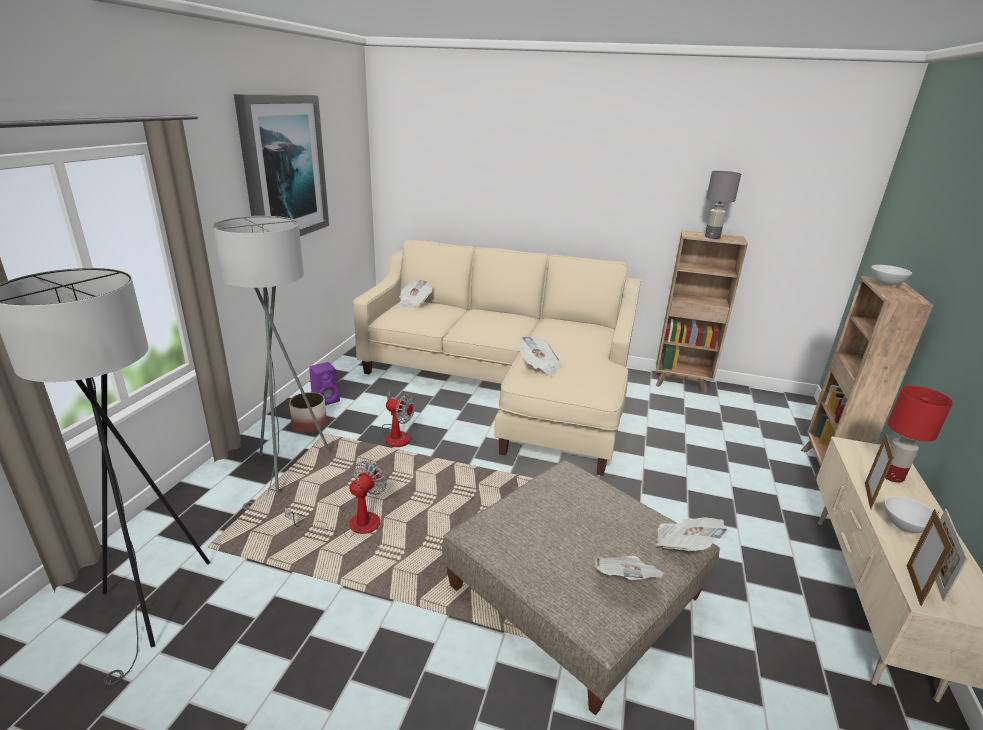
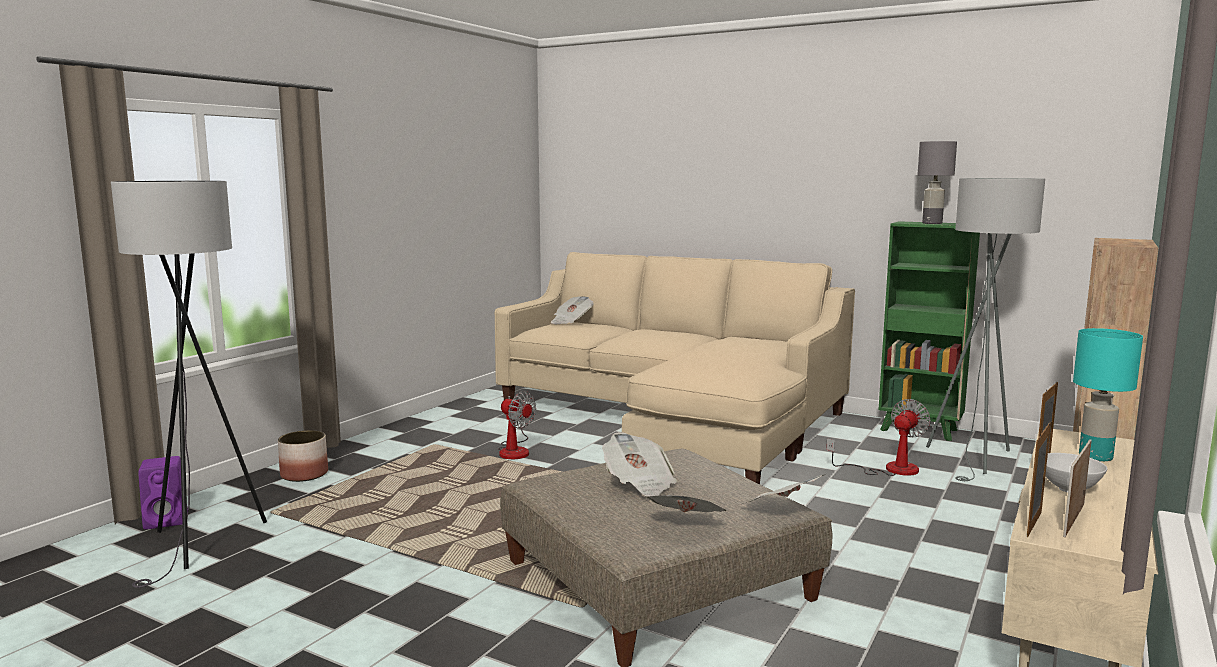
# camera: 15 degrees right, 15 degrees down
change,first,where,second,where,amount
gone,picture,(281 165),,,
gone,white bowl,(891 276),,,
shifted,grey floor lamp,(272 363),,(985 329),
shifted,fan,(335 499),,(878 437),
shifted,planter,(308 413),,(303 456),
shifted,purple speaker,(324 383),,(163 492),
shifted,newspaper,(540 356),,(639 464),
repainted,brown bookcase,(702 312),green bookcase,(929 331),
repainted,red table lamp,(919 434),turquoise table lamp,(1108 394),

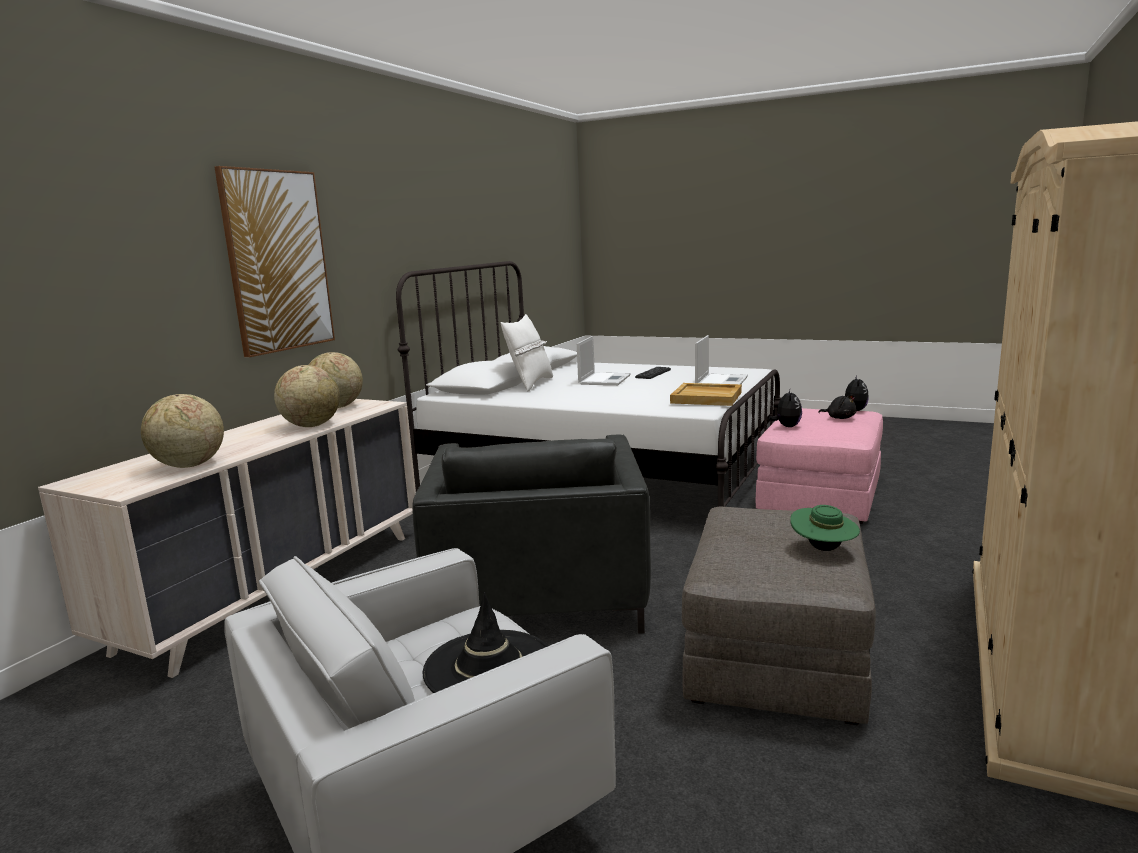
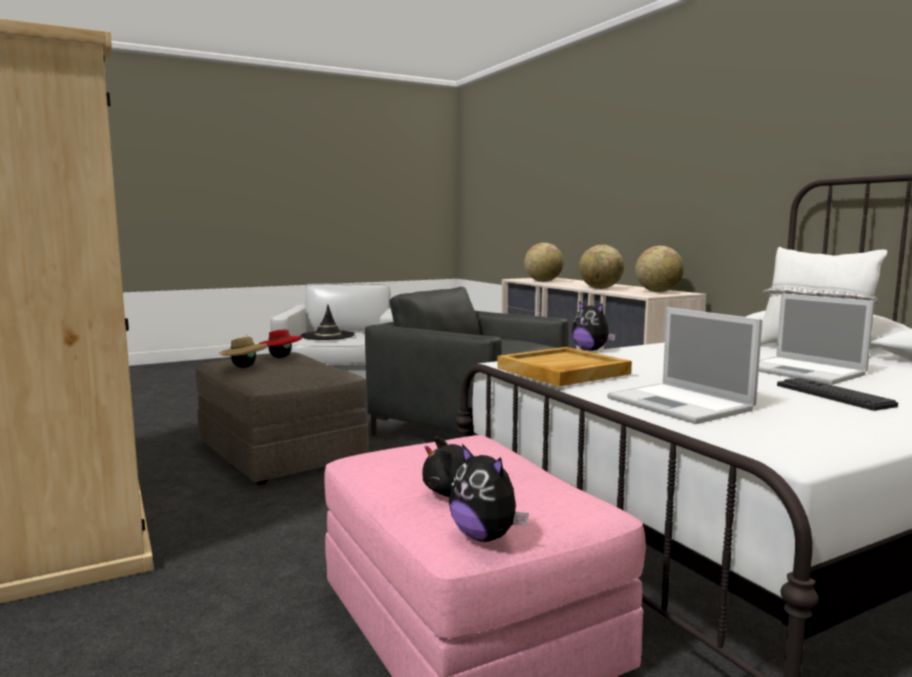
# camera: 125 degrees right, 5 degrees down
change,first,where,second,where,amount
gone,picture,(275 262),,,
new,,,red hat,(280 342),
shifted,plush toy,(785 408),,(594 326),
repainted,green hat,(825 528),beige hat,(243 351),

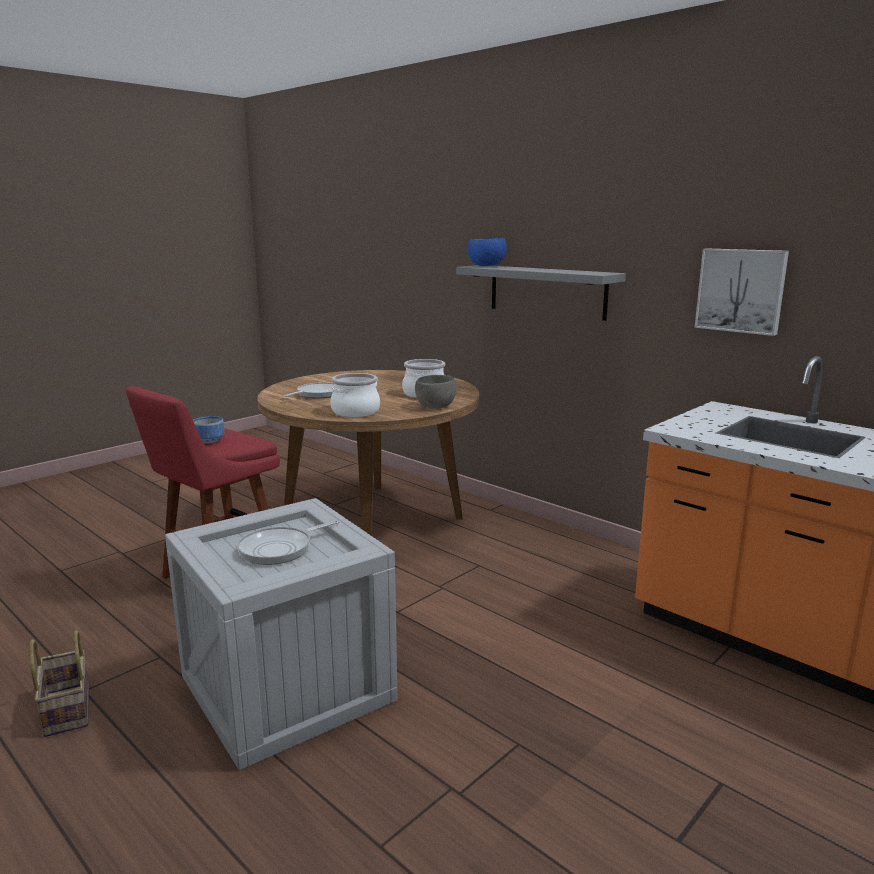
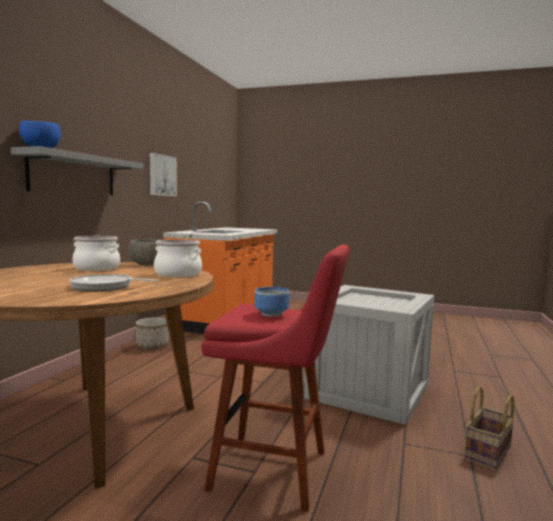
# camera: 115 degrees left, 10 degrees down
change,first,where,second,where,amount
gone,frying pan,(288 542),,,
new,,,planter,(152 333),

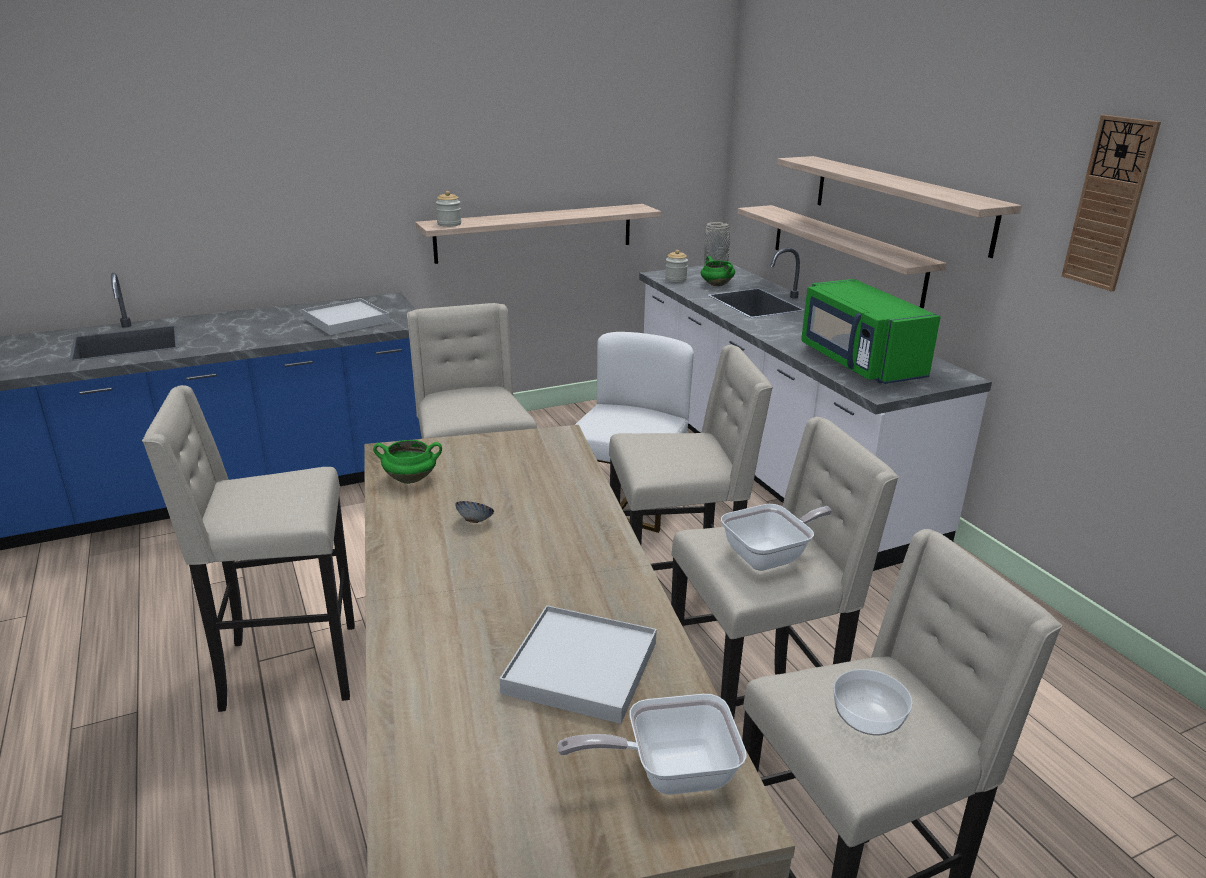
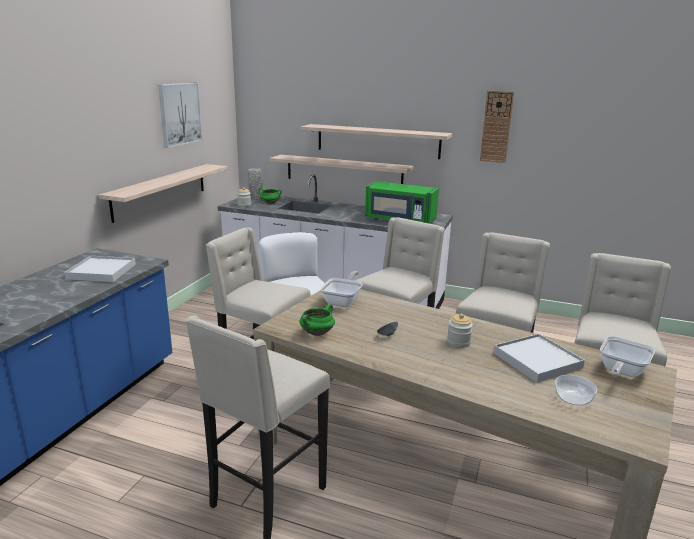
# camera: 45 degrees left, 5 degrees down
change,first,where,second,where,amount
new,,,picture,(180 115),
shifted,jar,(448 209),,(460 331),
shifted,frying pan,(776 537),,(341 289),
shifted,bowl,(872 702),,(576 390),

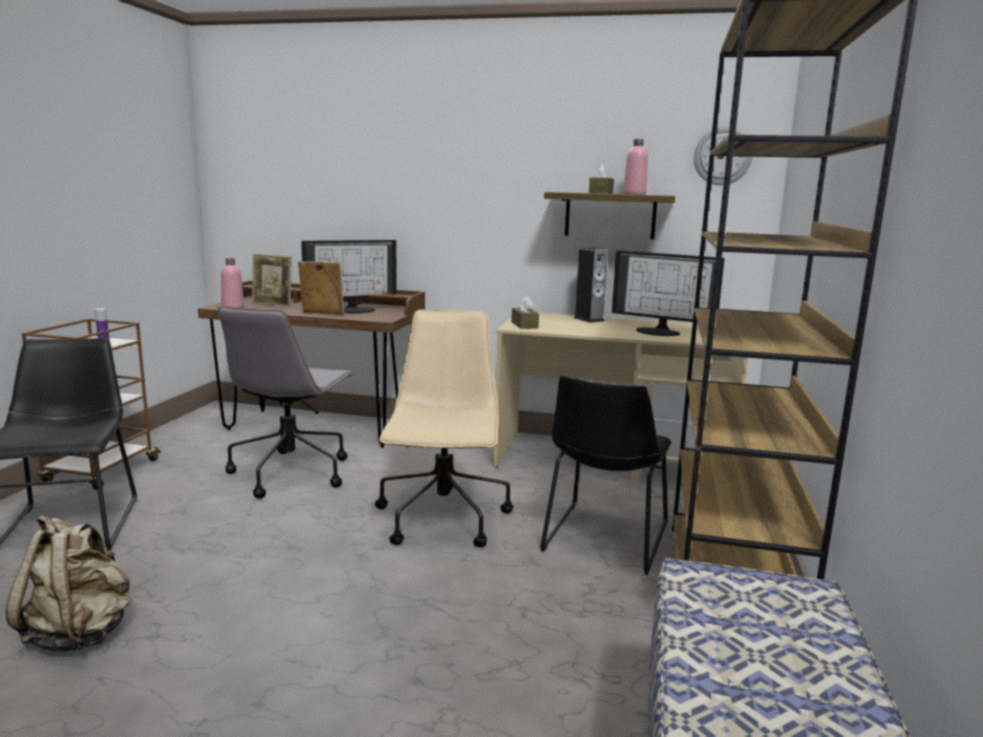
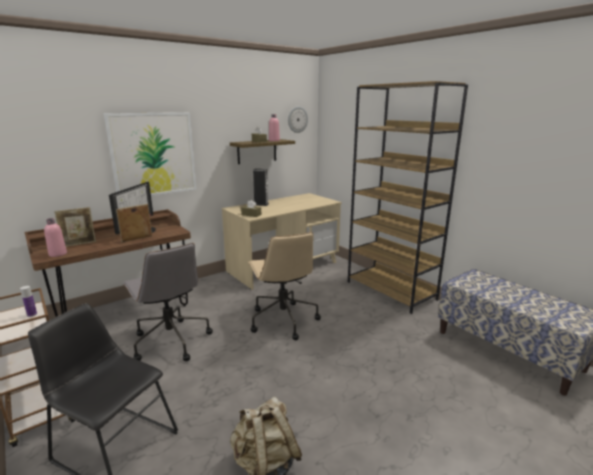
# camera: 50 degrees left, 5 degrees up
change,first,where,second,where,amount
gone,black chair,(605 475),,,
gone,monitor,(668 293),,,
new,,,picture,(150 154),
rotated,beige office chair,(444 428),,(284 286),150 degrees counterclockwise

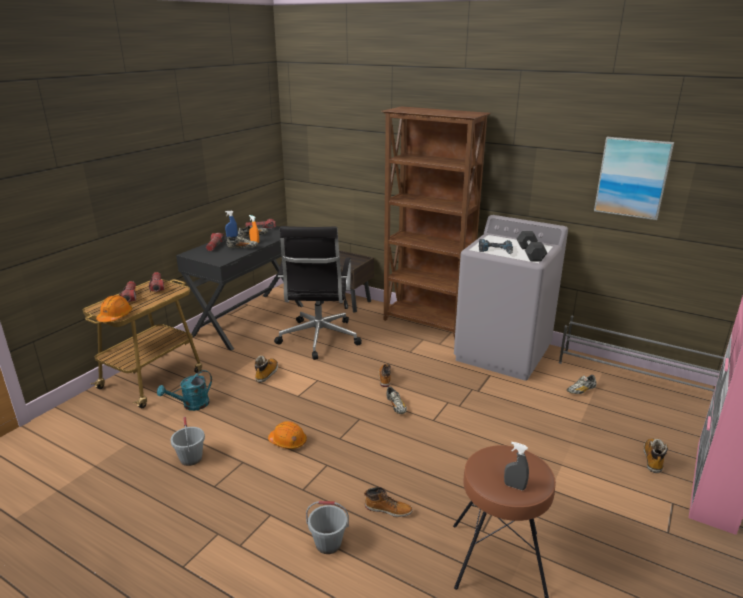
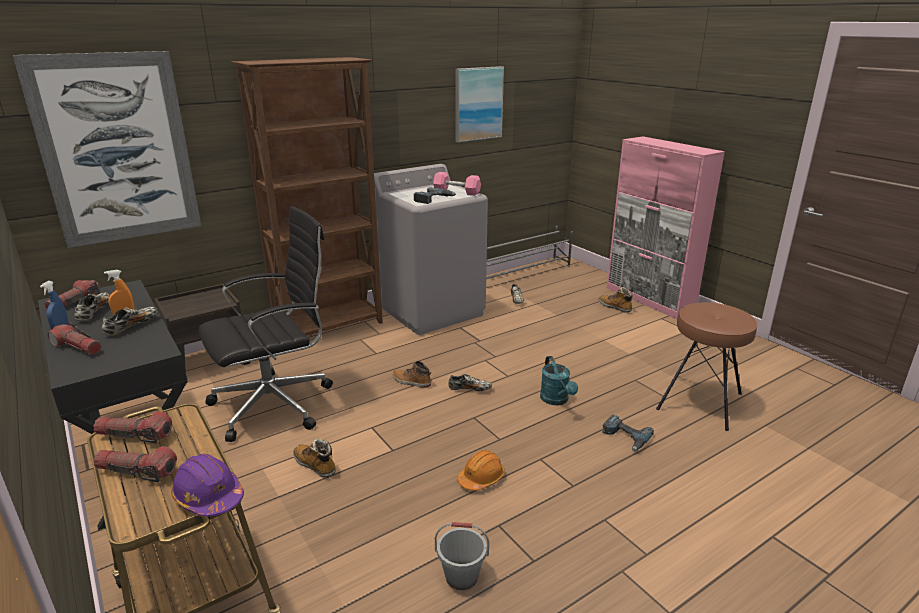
# camera: 65 degrees left, 0 degrees up
change,first,where,second,where,amount
gone,grey bucket,(327 527),,,
gone,grey spray bottle,(516 466),,,
new,,,picture,(107 149),
shifted,turquoise watering can,(184 390),,(559 380),
swapped,boot,(388 502),power drill,(628 433),
repainted,orange hard hat,(114 308),purple hard hat,(207 485),
repainted,grey dumbbell,(532 246),pink dumbbell,(457 184),
rotated,black office chair,(318 293),,(266 324),60 degrees counterclockwise

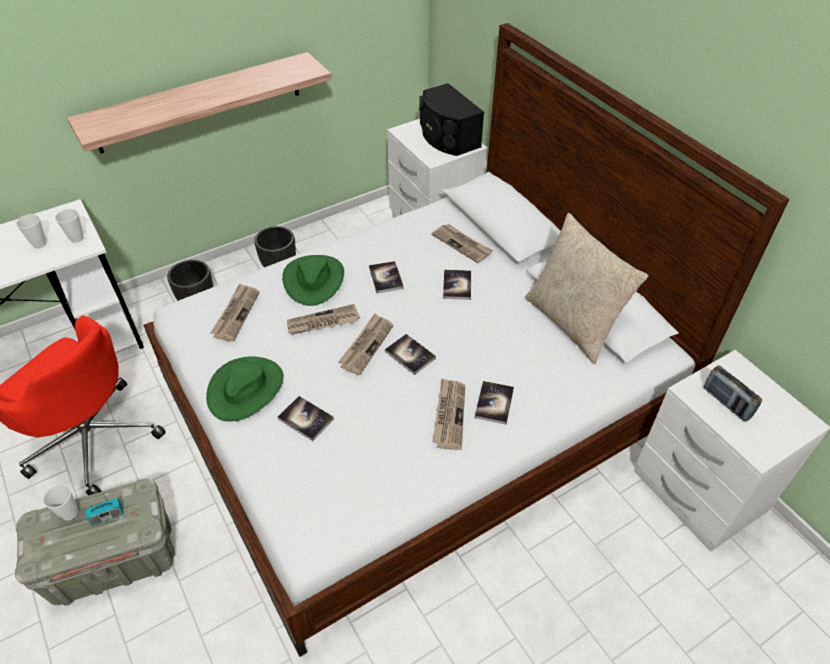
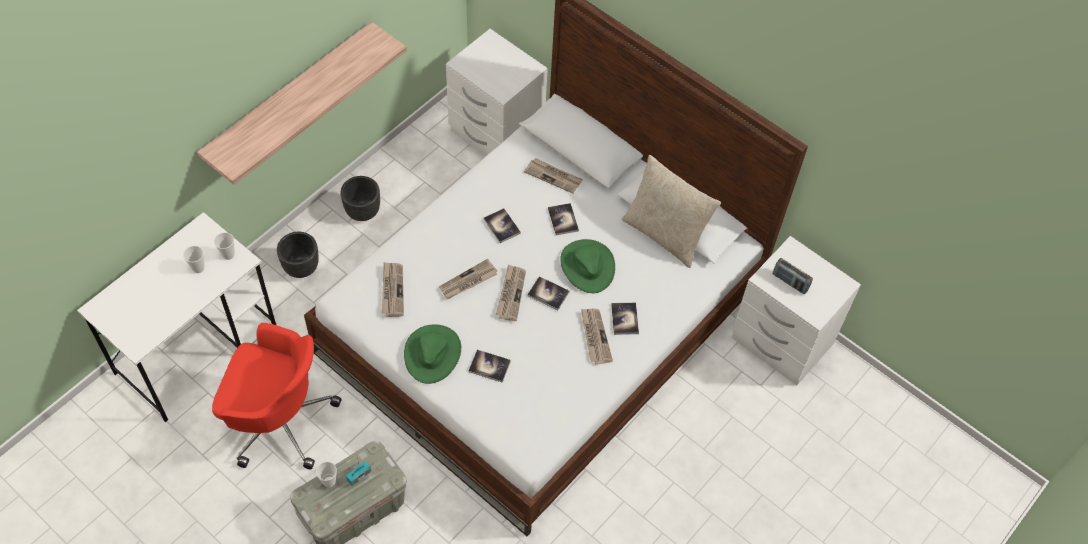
# camera: 20 degrees left, 10 degrees up
change,first,where,second,where,amount
gone,black speaker,(451 119),,,
shifted,green hat,(313 280),,(587 266),

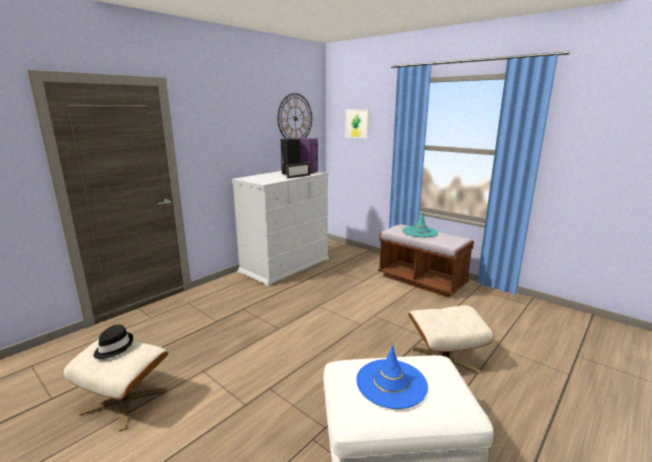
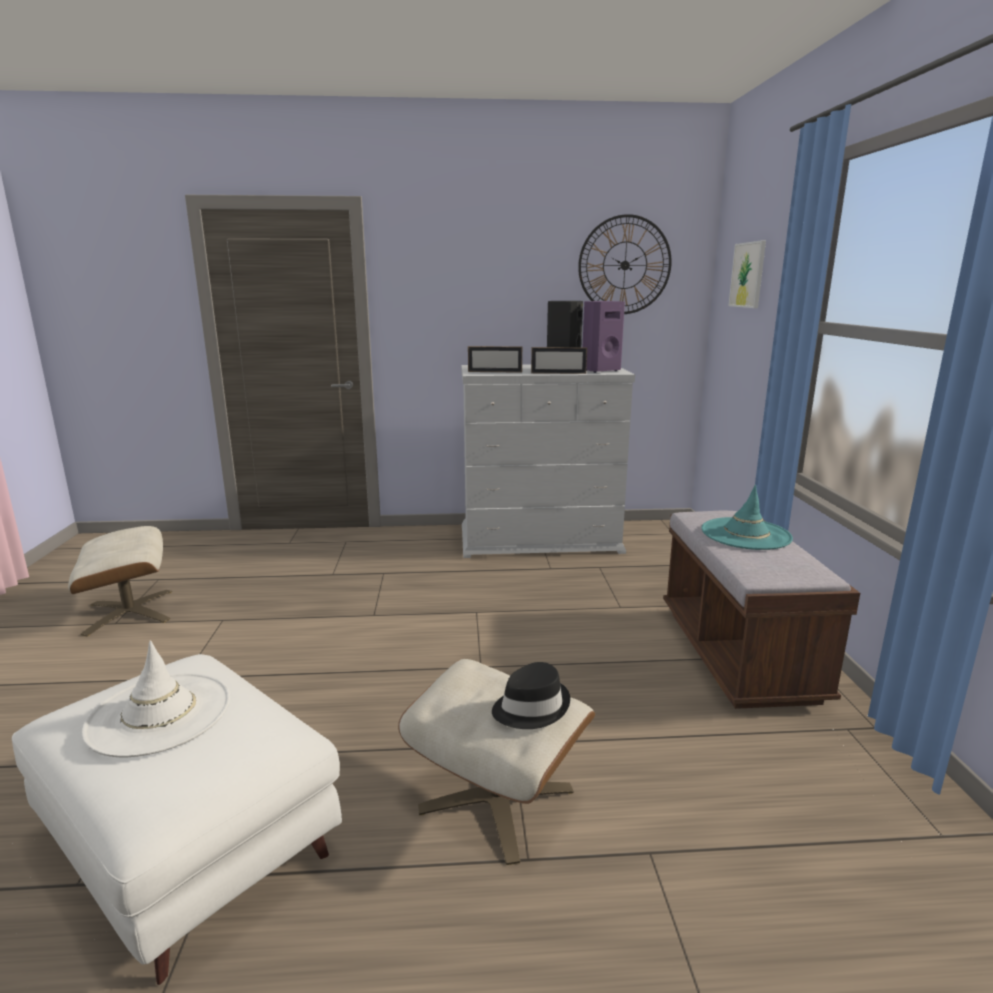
# camera: 45 degrees right, 0 degrees up
change,first,where,second,where,amount
new,,,picture frame,(495 359),
shifted,black hat,(113 342),,(531 695),
repainted,blue hat,(392 377),white hat,(156 698),

